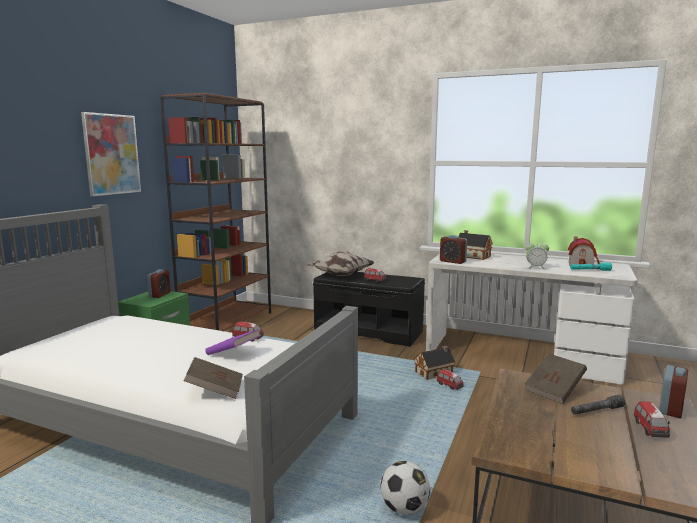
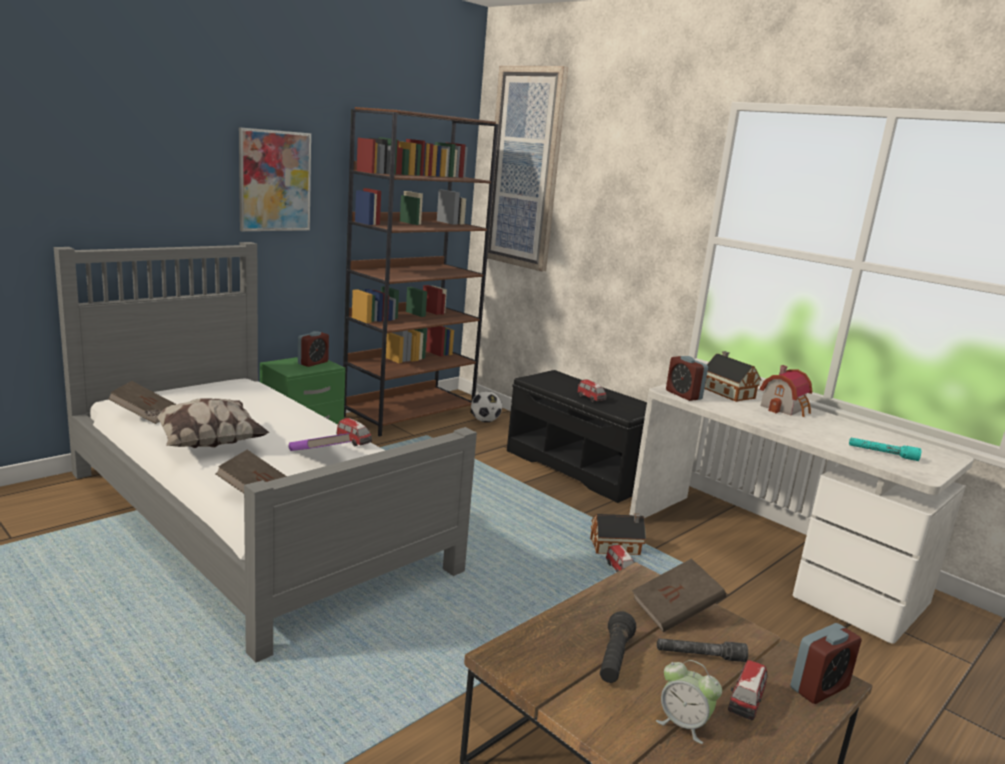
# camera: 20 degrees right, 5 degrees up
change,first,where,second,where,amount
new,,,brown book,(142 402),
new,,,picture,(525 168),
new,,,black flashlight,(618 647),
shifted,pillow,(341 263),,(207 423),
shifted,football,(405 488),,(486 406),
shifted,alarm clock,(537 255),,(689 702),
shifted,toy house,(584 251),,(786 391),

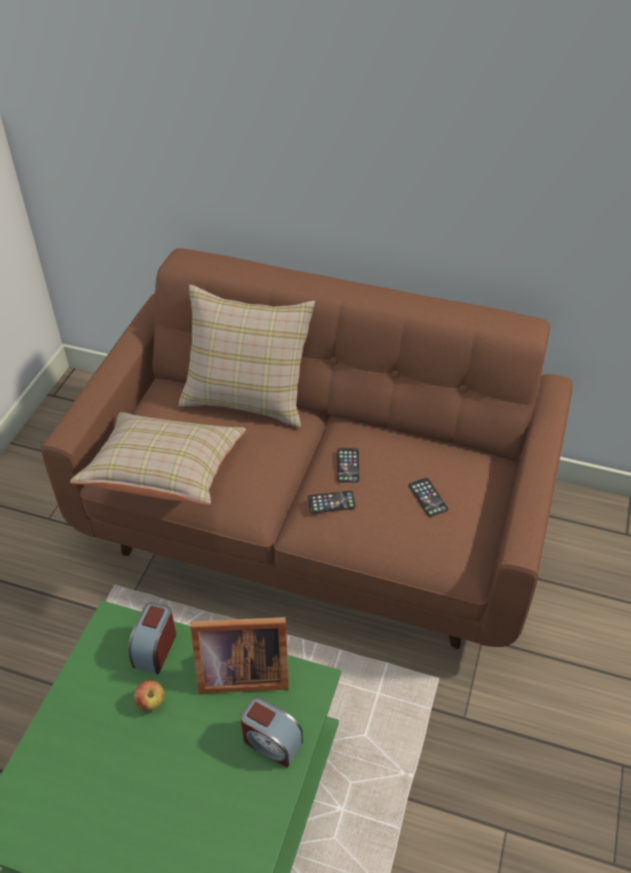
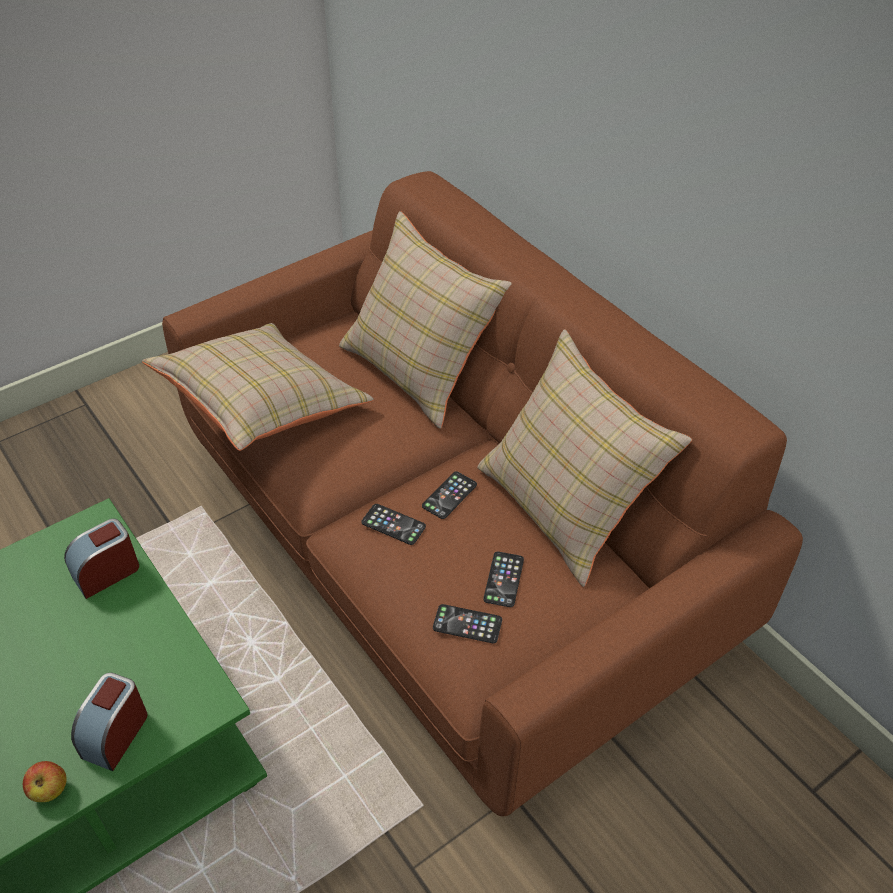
# camera: 35 degrees right, 0 degrees up
change,first,where,second,where,amount
gone,picture frame,(239 655),,,
new,,,phone,(467 623),
new,,,beige pillow,(584 458),
shifted,apple,(149 695),,(45 781),
rotated,alarm clock,(272 732),,(109 722),45 degrees clockwise

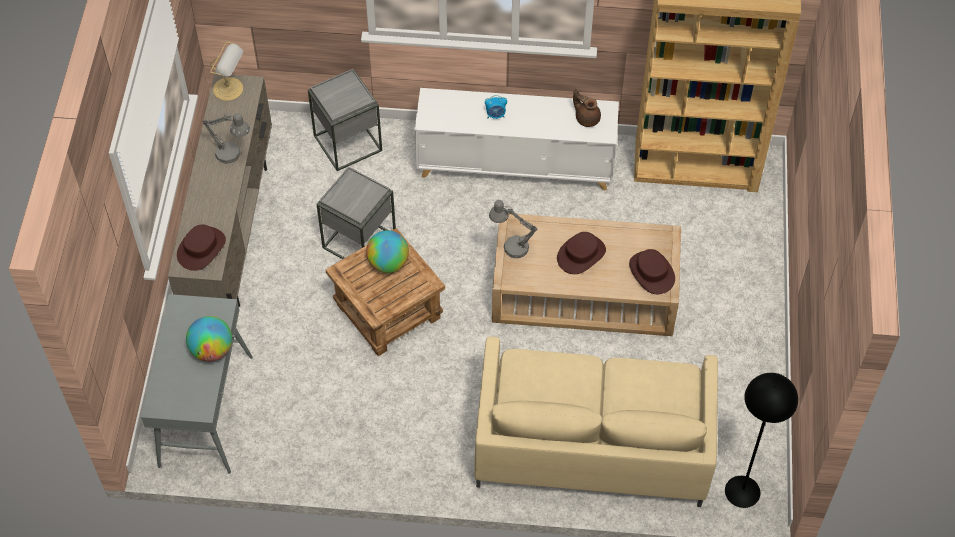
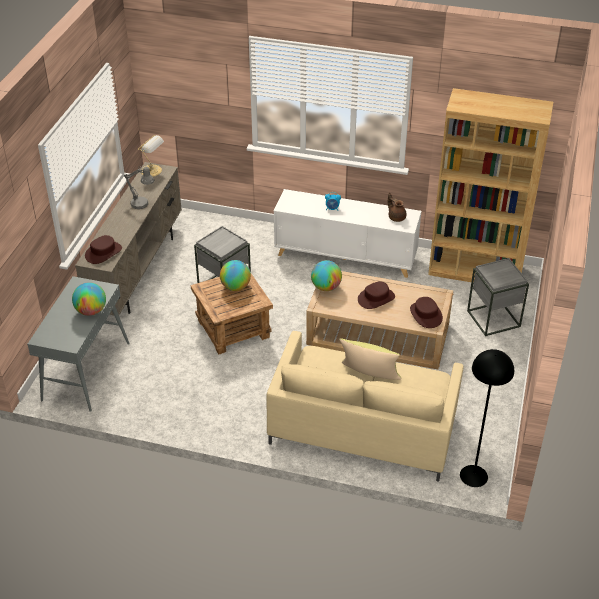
# camera: 10 degrees right, 15 degrees down
change,first,where,second,where,amount
new,,,yellow pillow,(370 359),
shifted,grey side table,(345 120),,(498 297),
swapped,grey table lamp,(513 229),globe,(326 275),

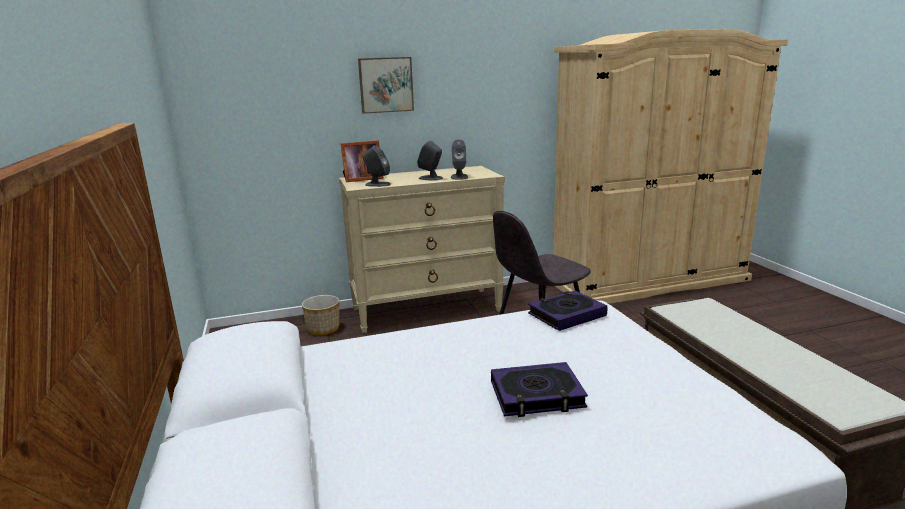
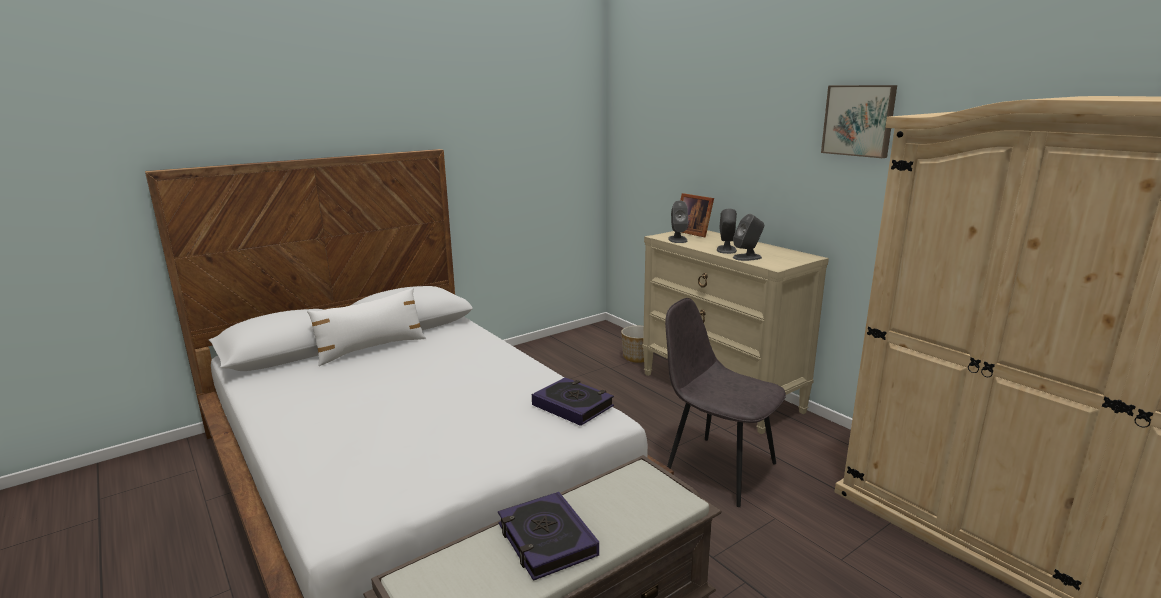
# camera: 70 degrees right, 0 degrees up
change,first,where,second,where,amount
new,,,white pillow,(366 327),
shifted,picture,(386 85),,(859 121),
shifted,book,(539 389),,(548 536),

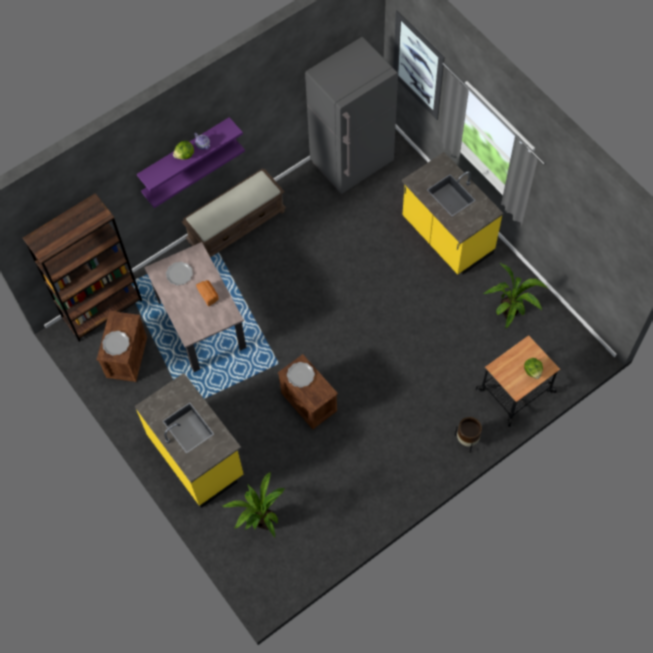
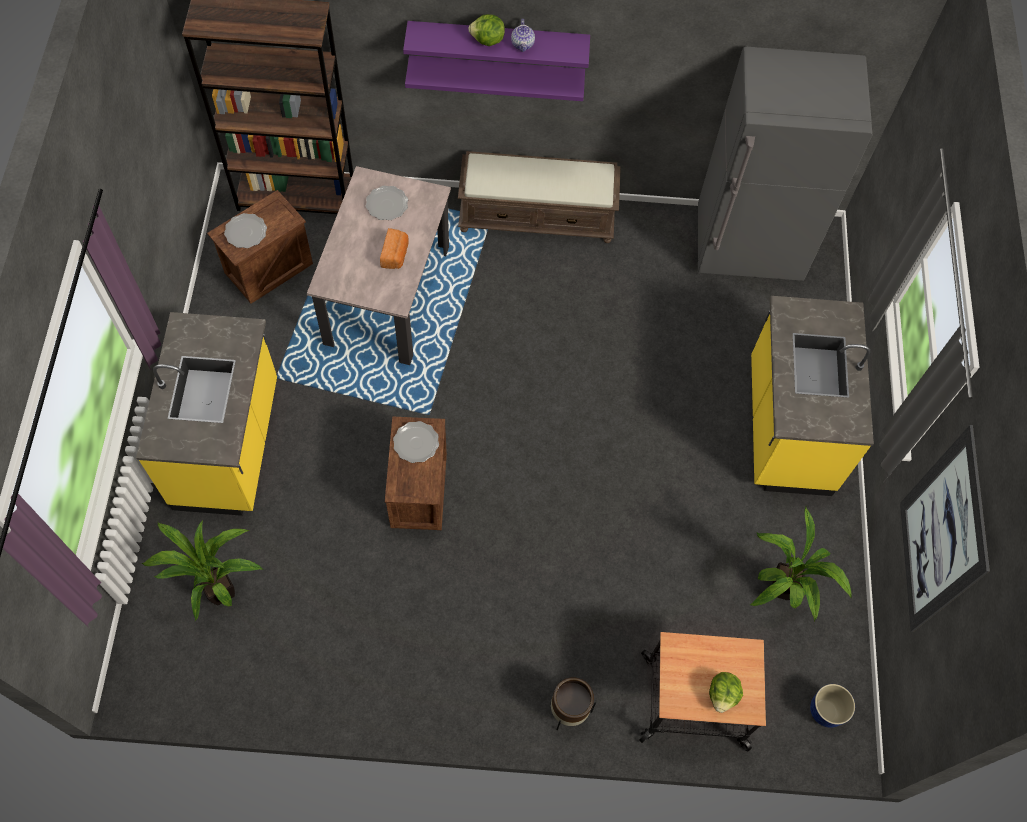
# camera: 35 degrees right, 0 degrees up
change,first,where,second,where,amount
new,,,planter,(832 706),
shifted,picture,(419 65),,(945 528),

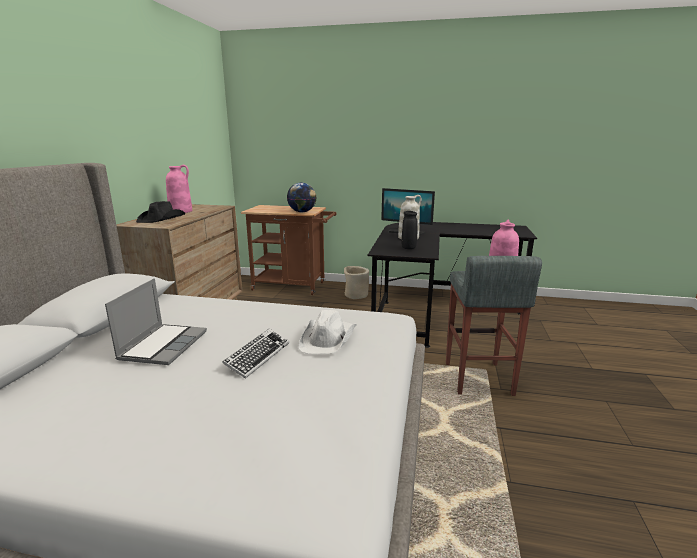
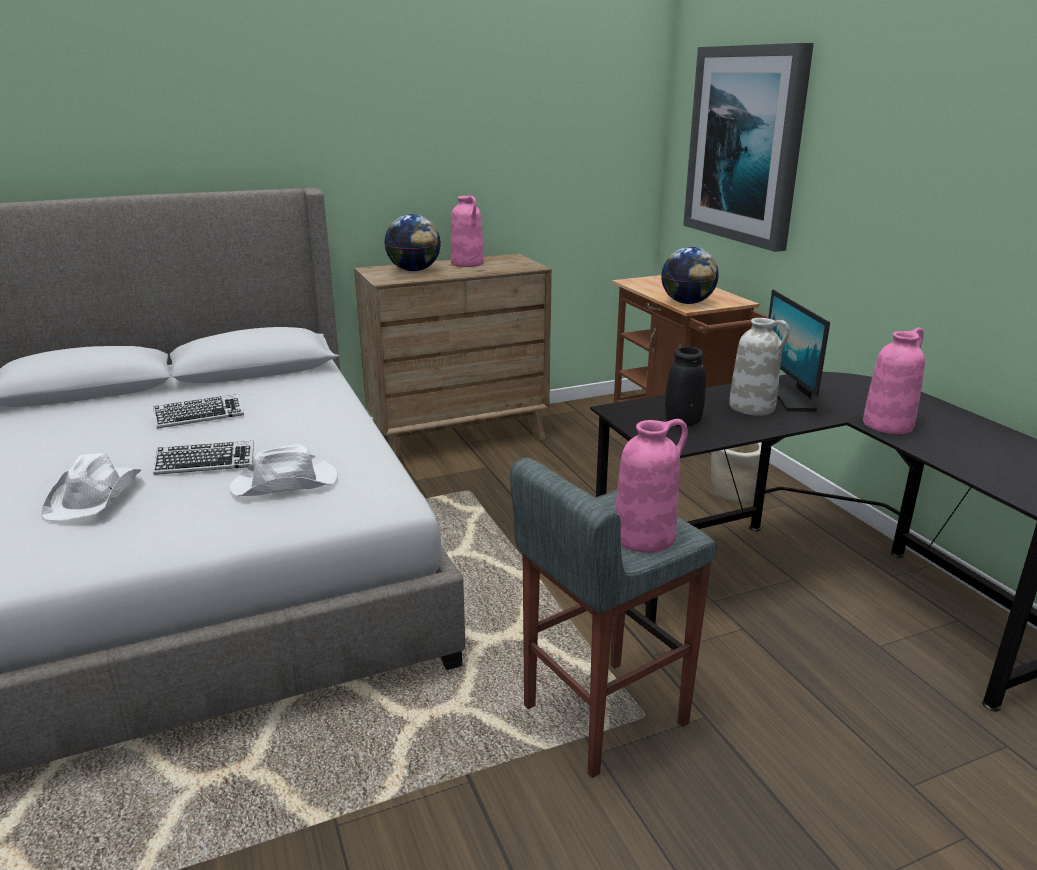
# camera: 55 degrees right, 5 degrees up
change,first,where,second,where,amount
new,,,white hat,(91 487),
new,,,picture,(748 147),
new,,,pink vase,(894 381),
swapped,laptop,(156 321),keyboard,(198 411),
swapped,black hat,(160 212),globe,(412 243),

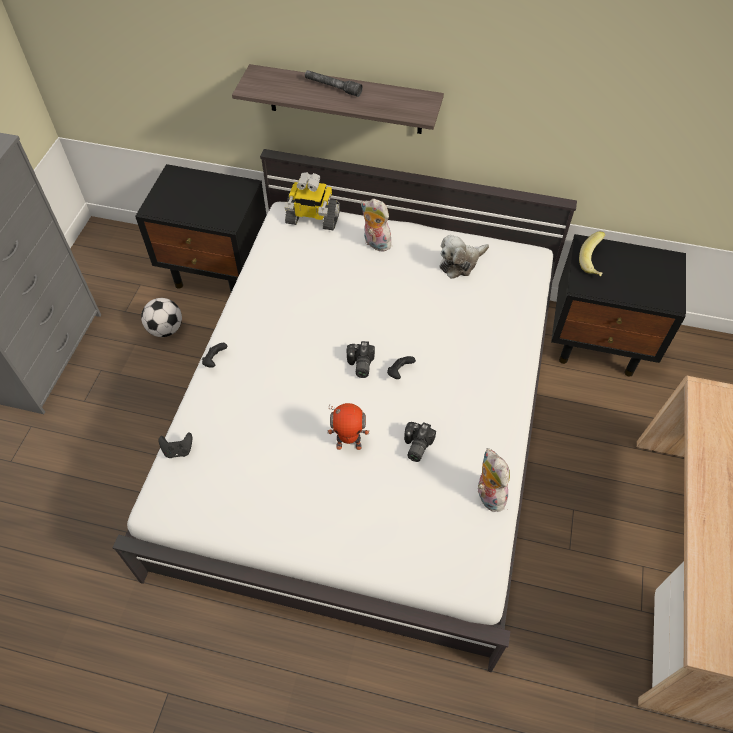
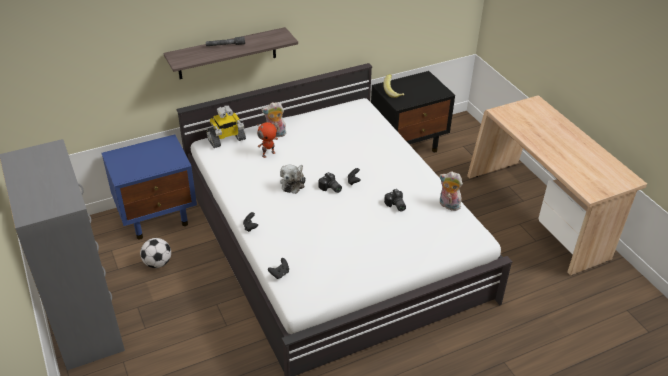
# camera: 40 degrees left, 15 degrees down
change,first,where,second,where,amount
shifted,toy robot,(348 426),,(267 140),
shifted,plush toy,(464 257),,(293 179),
repainted,black nightstand,(201 228),blue nightstand,(149 187),

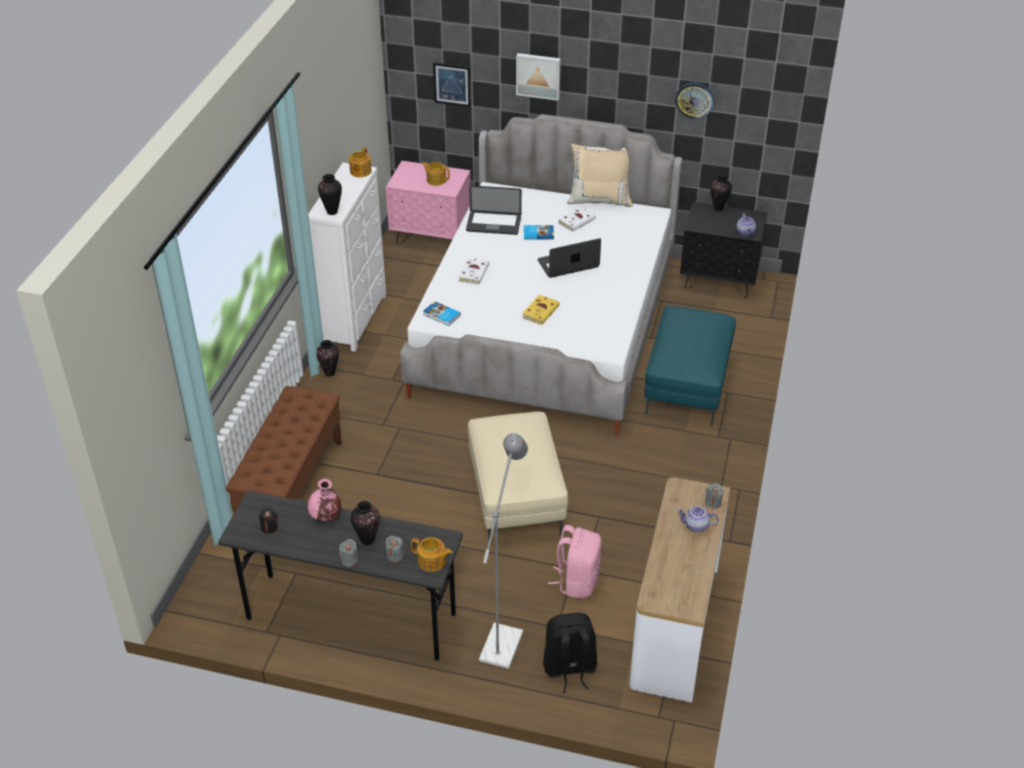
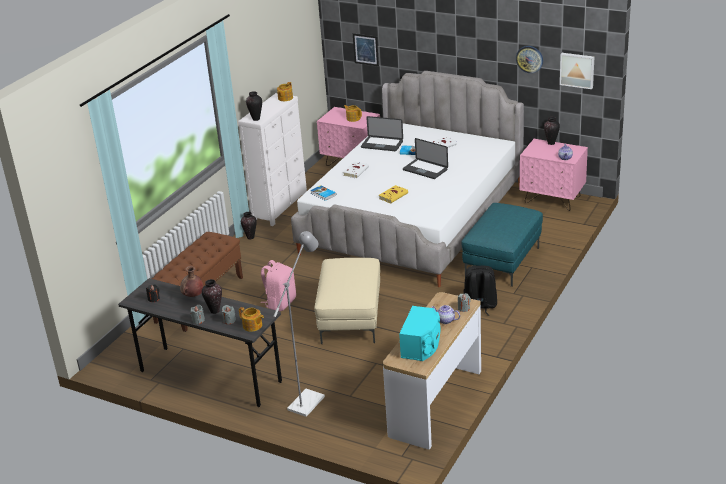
# camera: 15 degrees right, 10 degrees down
change,first,where,second,where,amount
gone,beige pillow,(600 175),,,
new,,,turquoise speaker,(419 333),
shifted,picture,(538 77),,(577 71),
shifted,black backpack,(570 653),,(480 291),
shifted,pink backpack,(574 561),,(278 285),
repainted,pink vase,(324 500),brown vase,(191 281),
repainted,black nightstand,(723 250),pink nightstand,(554 175),
rotated,laptop,(569 258),,(425 158),135 degrees counterclockwise

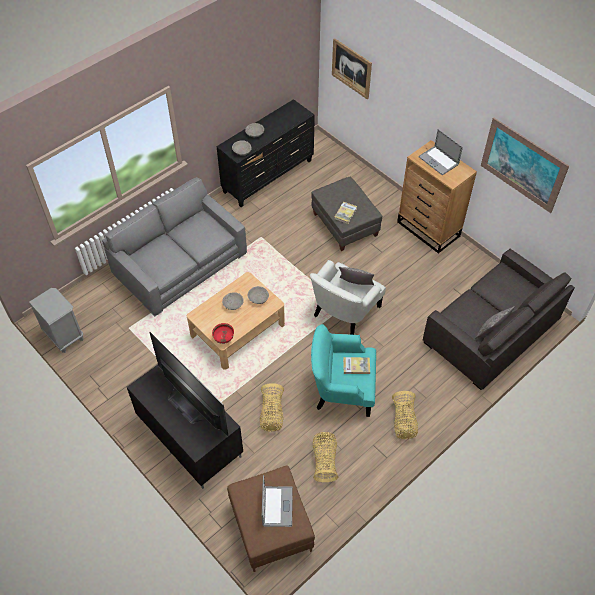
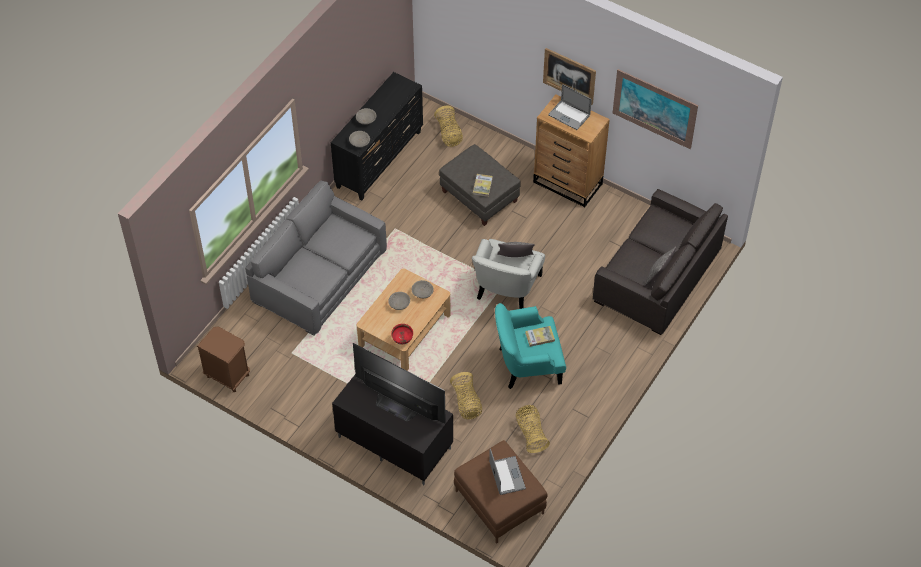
# camera: 15 degrees left, 0 degrees up
change,first,where,second,where,amount
shifted,picture,(352 69),,(569 76),
shifted,basket,(405 415),,(448 126),
repainted,grey nightstand,(56 320),brown nightstand,(223 359),

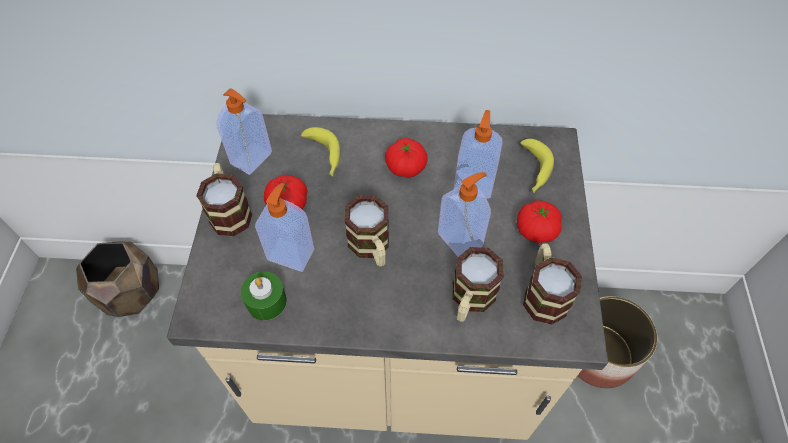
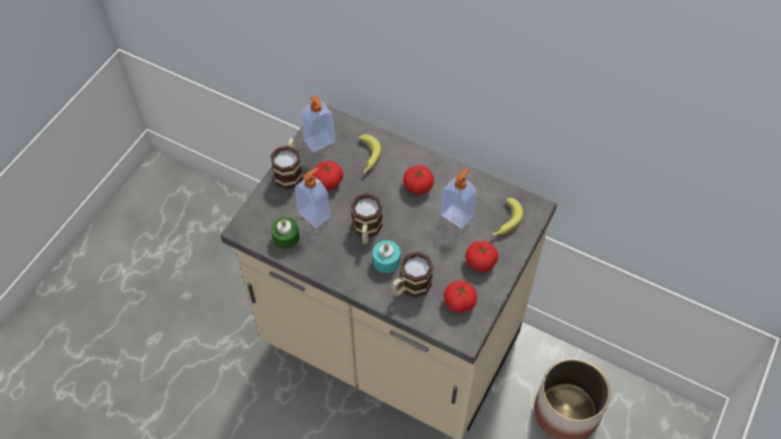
# camera: 25 degrees right, 0 degrees up
change,first,where,second,where,amount
gone,brown planter,(117 279),,,
gone,soap dispenser,(464 214),,,
new,,,turquoise candle,(386 256),
swapped,mug,(552 284),tomato,(460 297),

